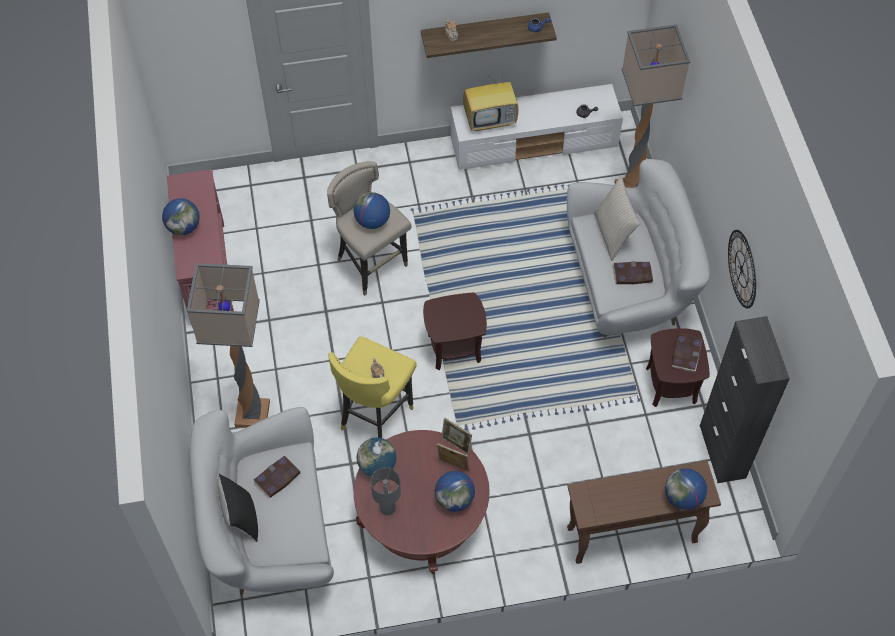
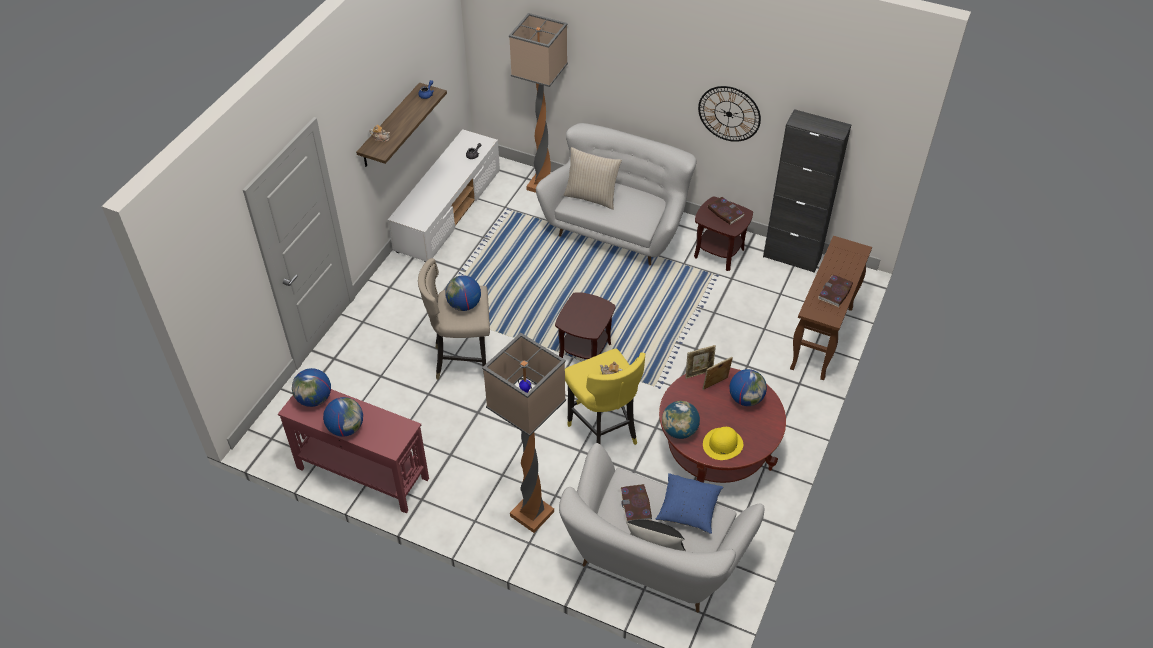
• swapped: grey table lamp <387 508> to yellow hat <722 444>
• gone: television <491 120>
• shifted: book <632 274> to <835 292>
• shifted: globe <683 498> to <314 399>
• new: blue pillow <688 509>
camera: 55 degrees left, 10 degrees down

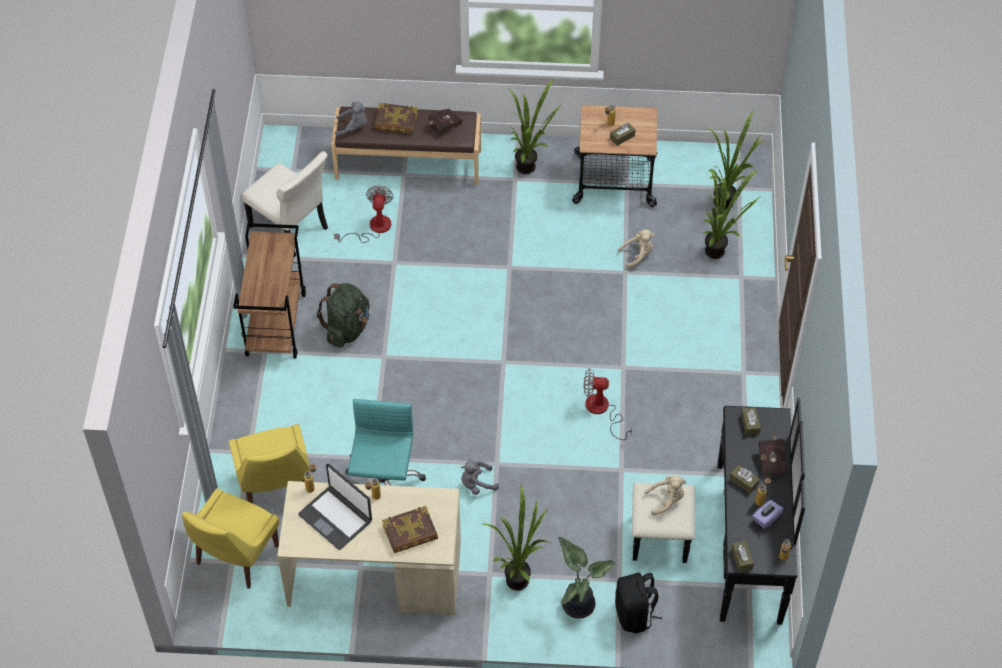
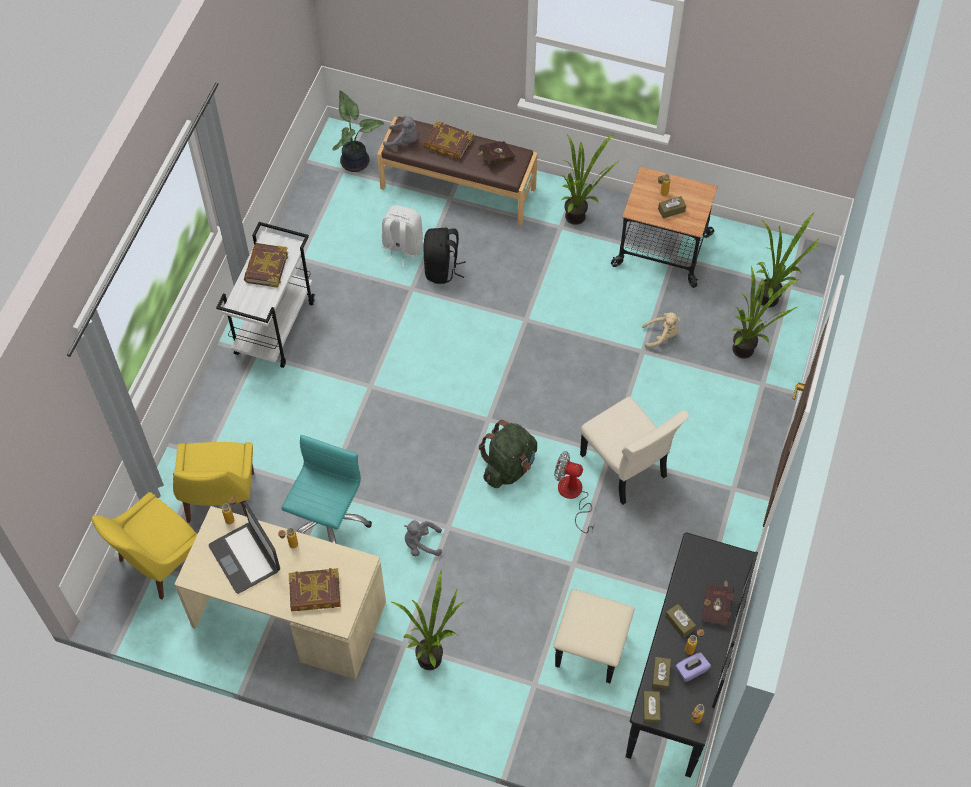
• repainted: brown cart <275 324> to white cart <274 327>
• shifted: beige chair <290 229> to <625 468>
• shifted: green backpack <347 329> to <509 467>
• swapped: fan <373 228> to white backpack <402 248>
• shifted: potted plant <578 603> to <356 161>
• shifted: black backpack <635 614> to <442 269>
• gone: beige plush toy <666 500>
• shifted: brown tissue box <750 424> to <660 676>
• new: book <266 267>
camera: 15 degrees right, 5 degrees up

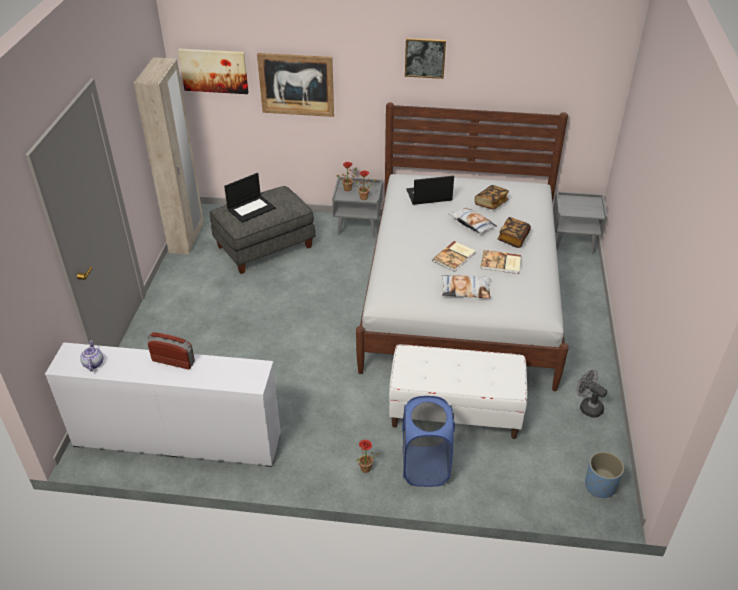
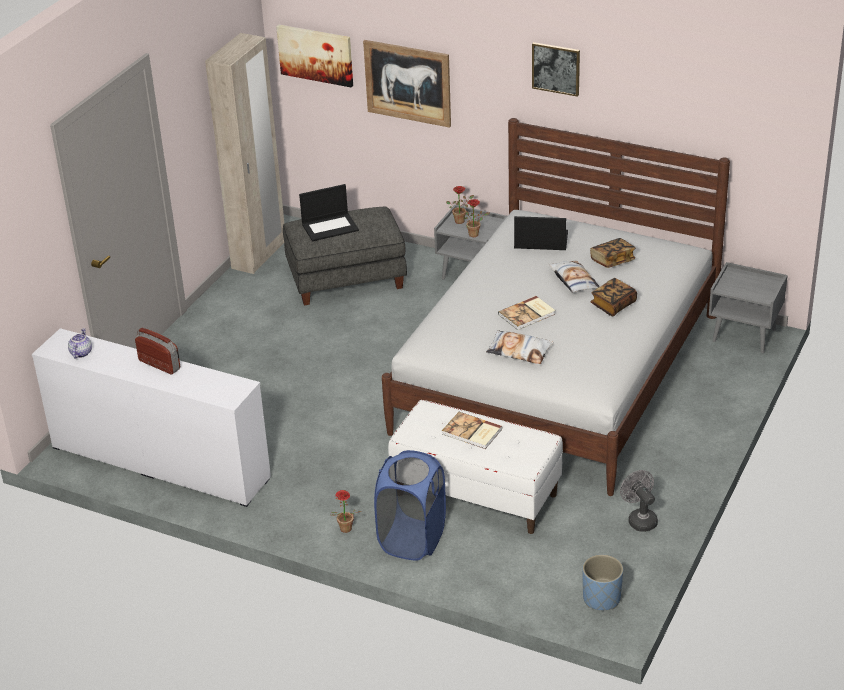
• shifted: book <501 263> to <472 432>
camera: 20 degrees right, 5 degrees down

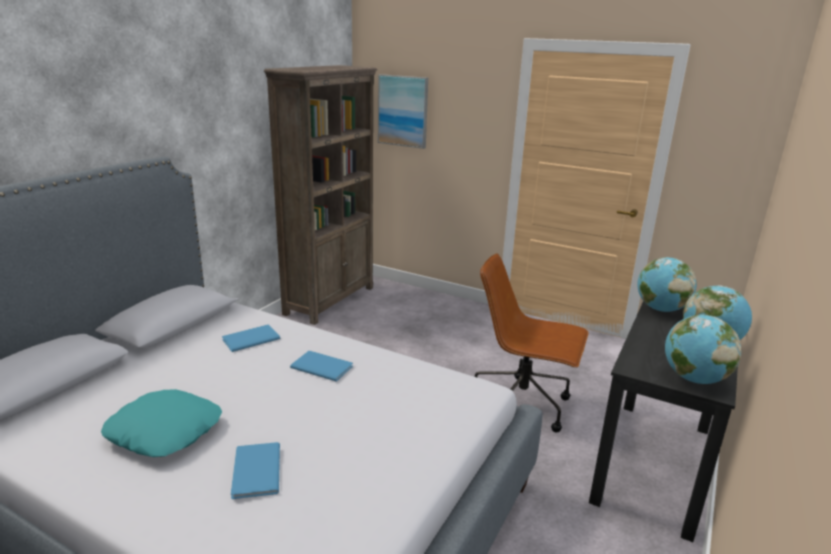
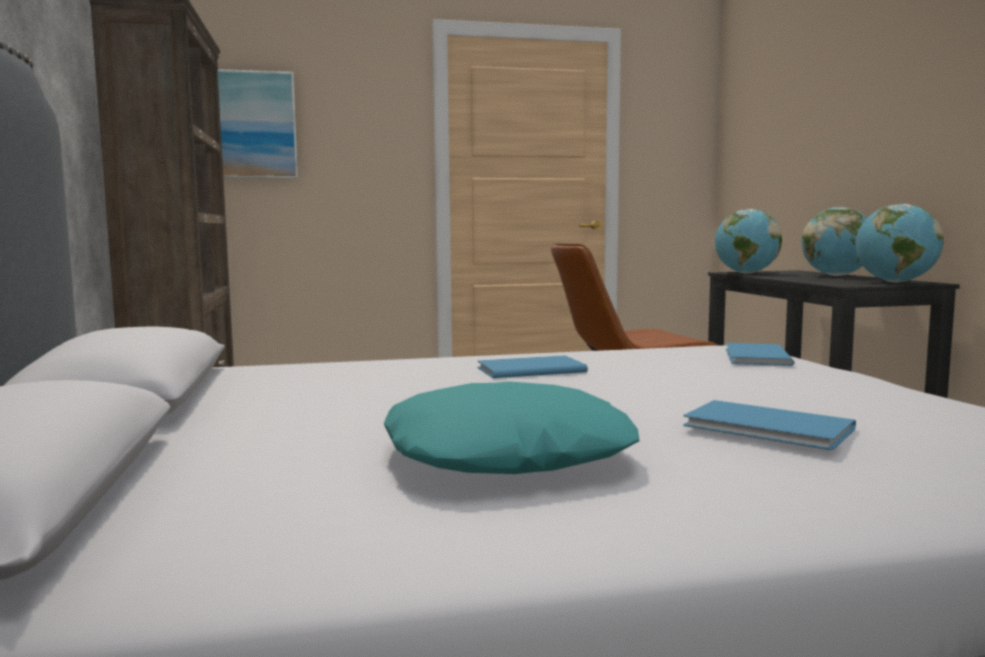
• shifted: blue book <249 339> to <754 357>
camera: 40 degrees left, 15 degrees down

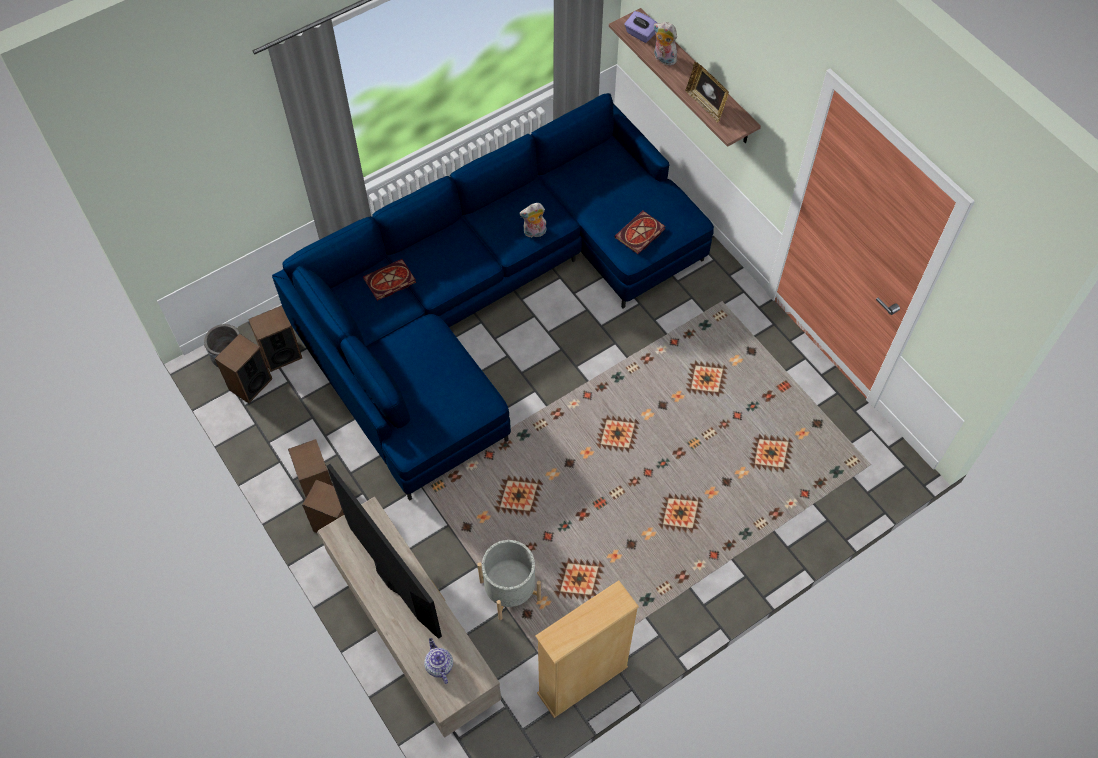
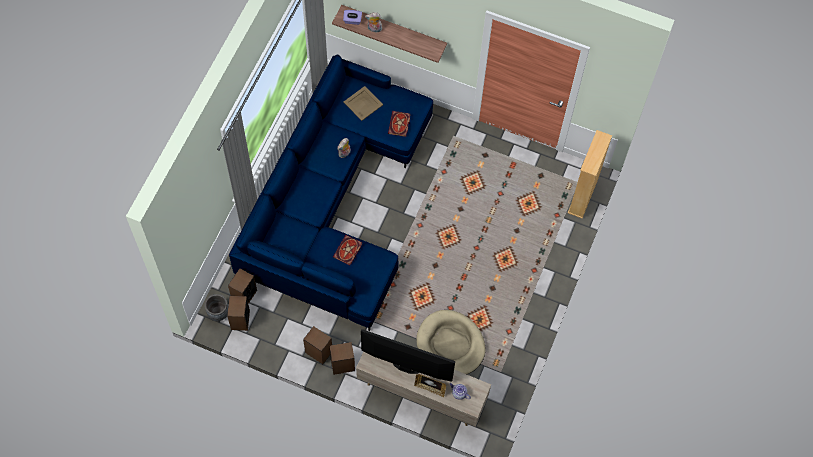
• shifted: book <389 282> to <348 251>
• swapped: grey planter <510 590> to beige dog bed <450 344>
• shifted: beige bookcase <582 680> to <582 196>
• shifted: picture frame <705 105> to <430 388>
• new: beige tray <362 103>
camera: 35 degrees left, 5 degrees up

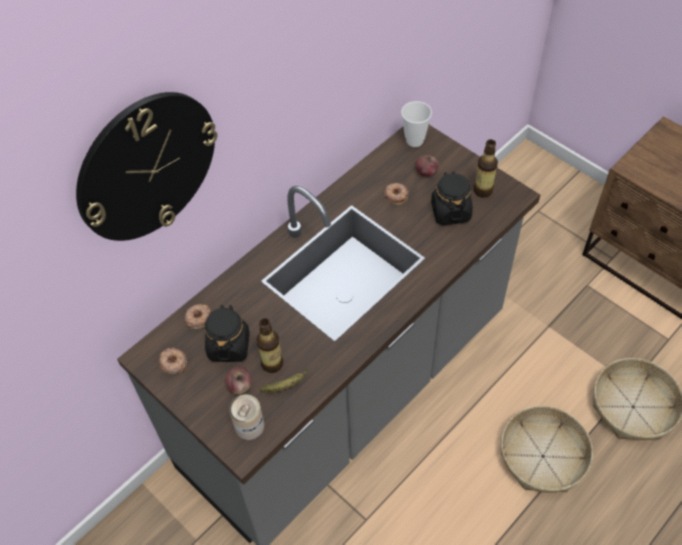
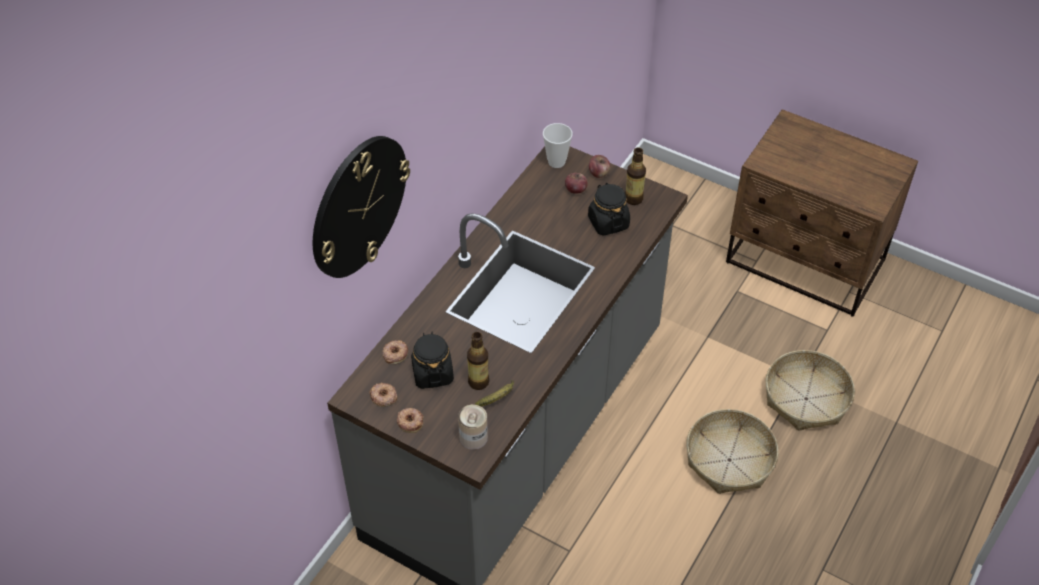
• shifted: apple <240 386> to <599 173>
• shifted: donut <396 195> to <410 421>
camera: 15 degrees left, 5 degrees down

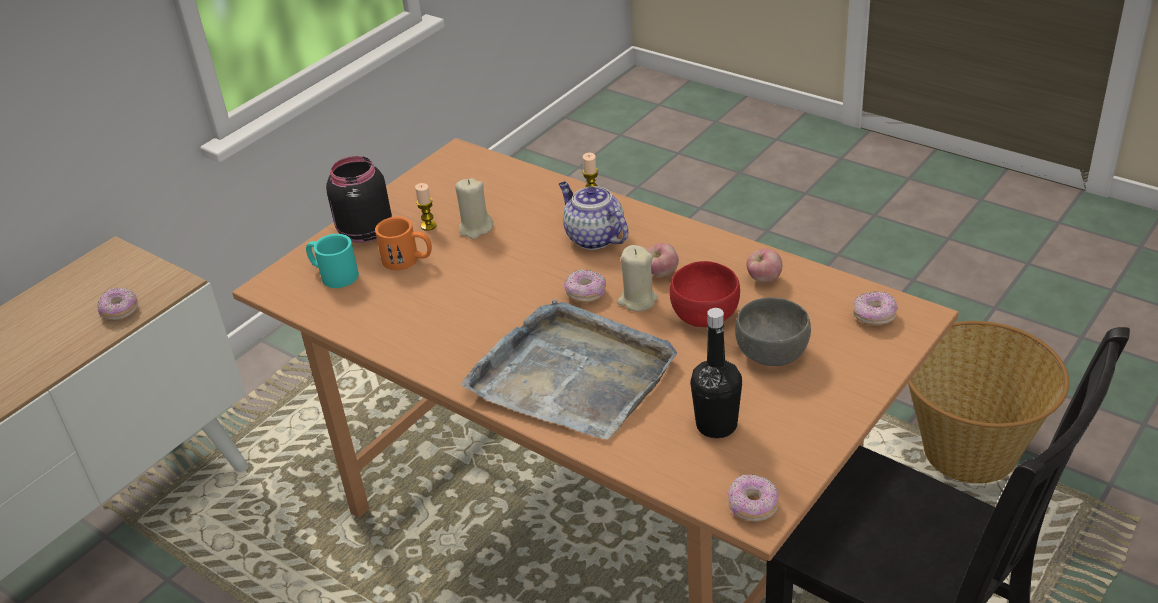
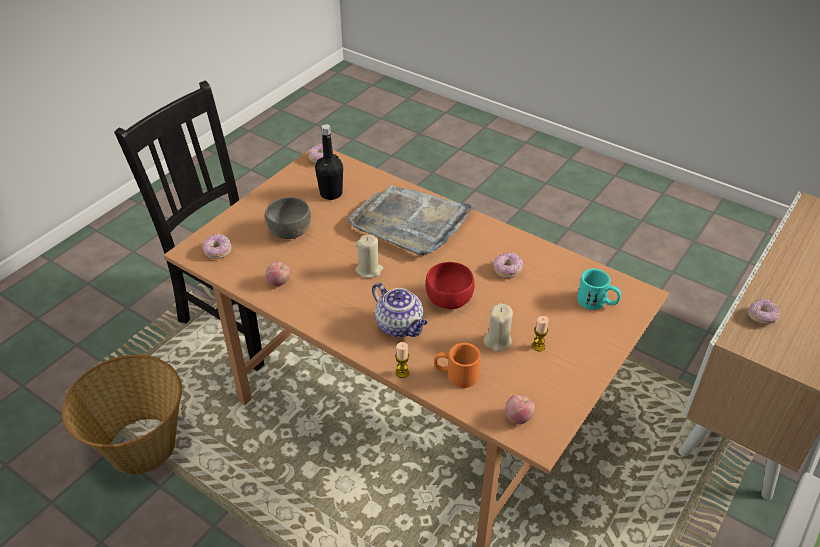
• gone: black jar <364 232>
• shifted: orange mug <408 260> to <456 375>
• shifted: donut <586 294> to <507 270>
• shifted: apple <661 274> to <518 417>
• shifted: red bowl <705 314> to <449 299>
camera: 175 degrees right, 5 degrees up

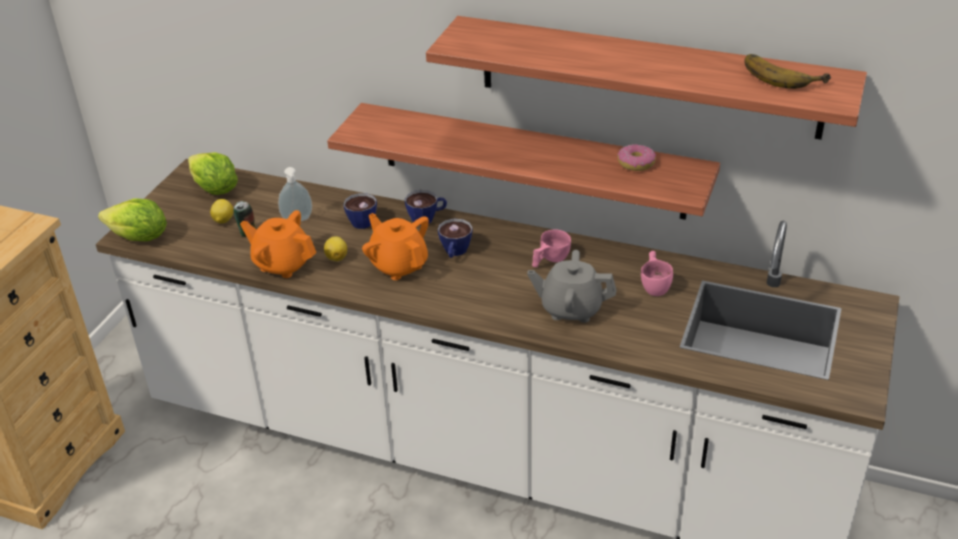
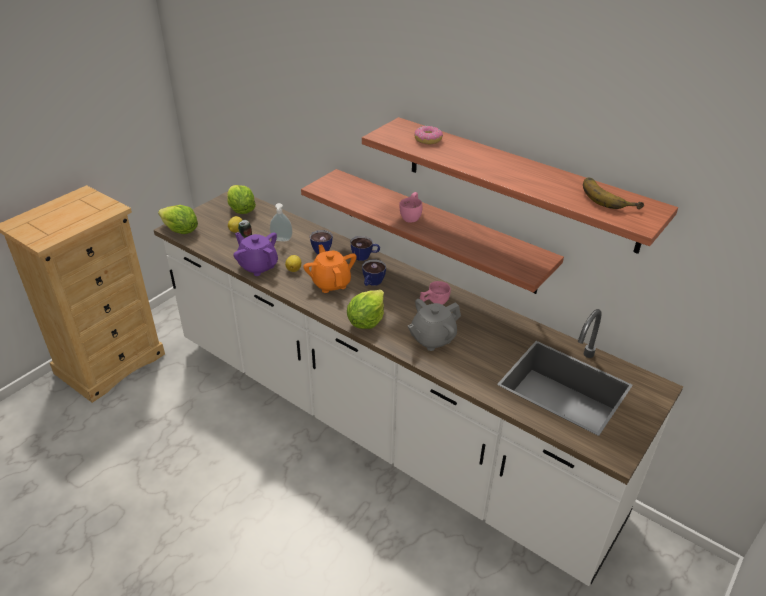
• repainted: orange teapot <282 264> to purple teapot <258 266>
• rotated: grey teapot <571 308> = <432 339> 60 degrees counterclockwise
• shifted: donut <636 163> to <428 140>
• shifted: pink cup <655 285> to <412 216>
• new: lettuce <366 321>
camera: 15 degrees right, 0 degrees up

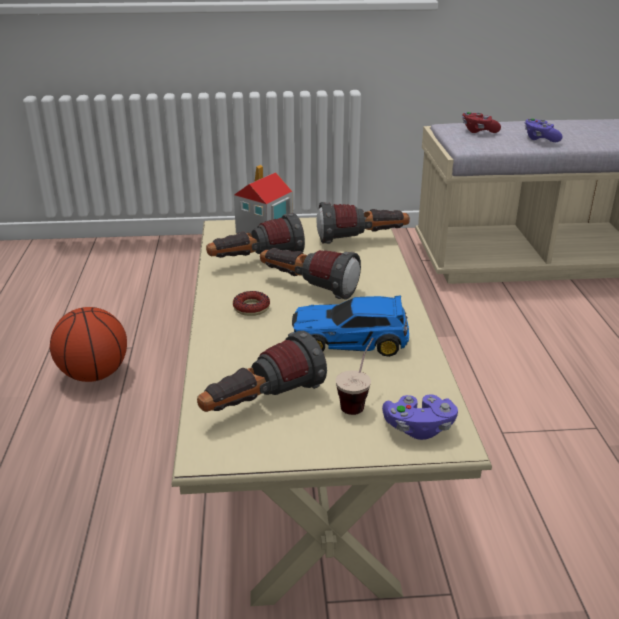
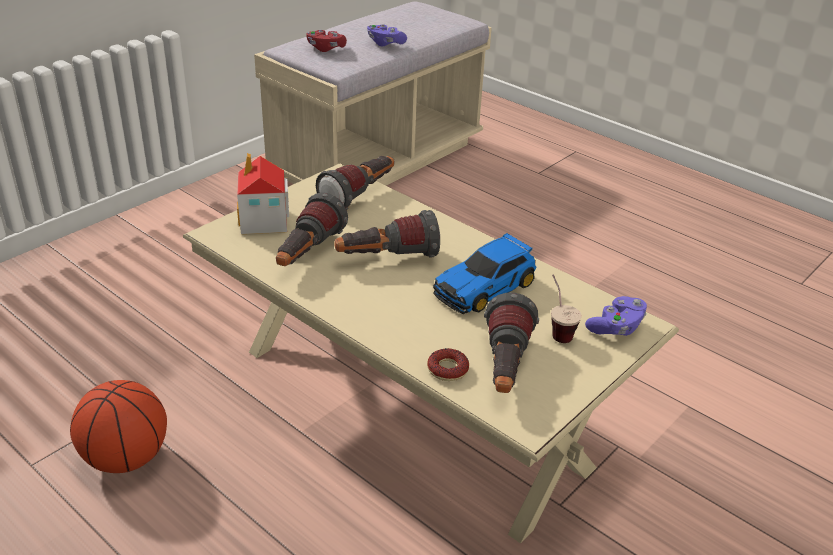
• shifted: donut <251 308> to <447 369>
camera: 45 degrees left, 5 degrees up

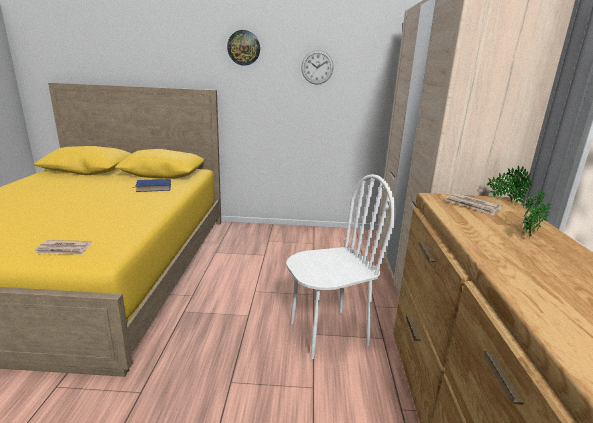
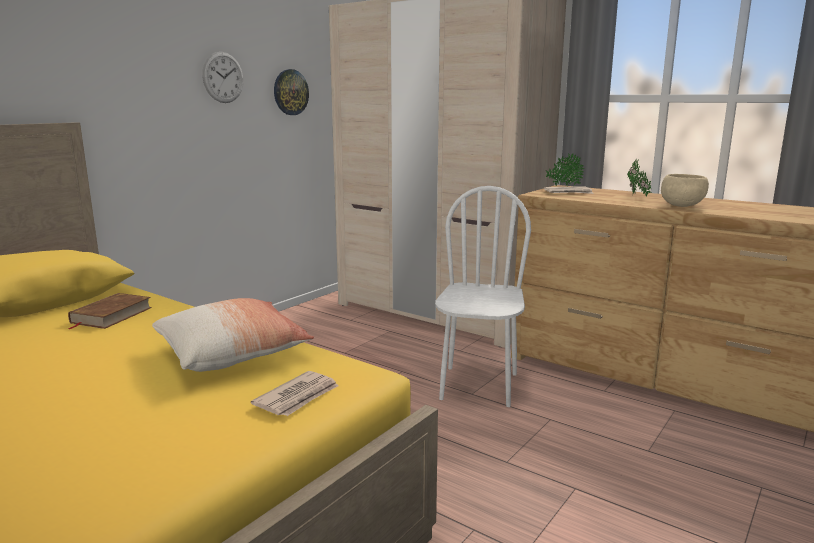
• repainted: blue book <153 188> to brown book <111 315>
• shifted: wall clock <243 48> to <290 92>
• new: pillow <233 353>
• new: beige bowl <682 206>
camera: 55 degrees left, 5 degrees down

